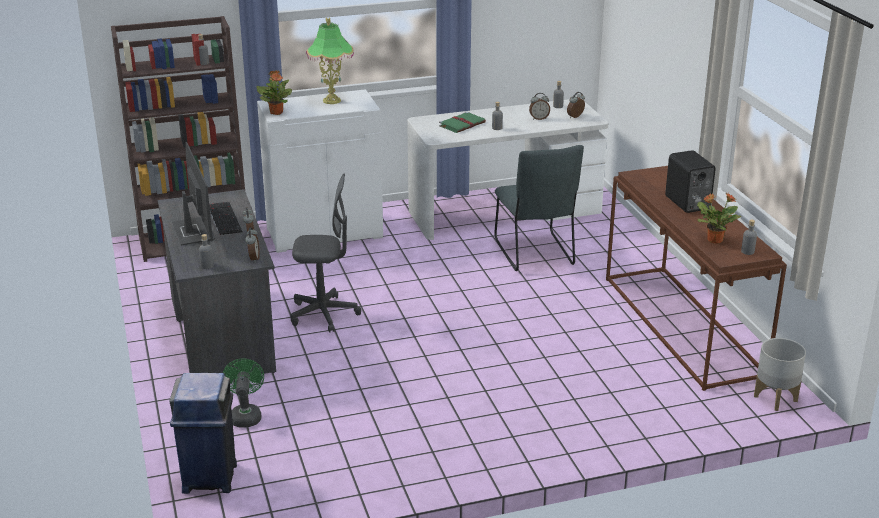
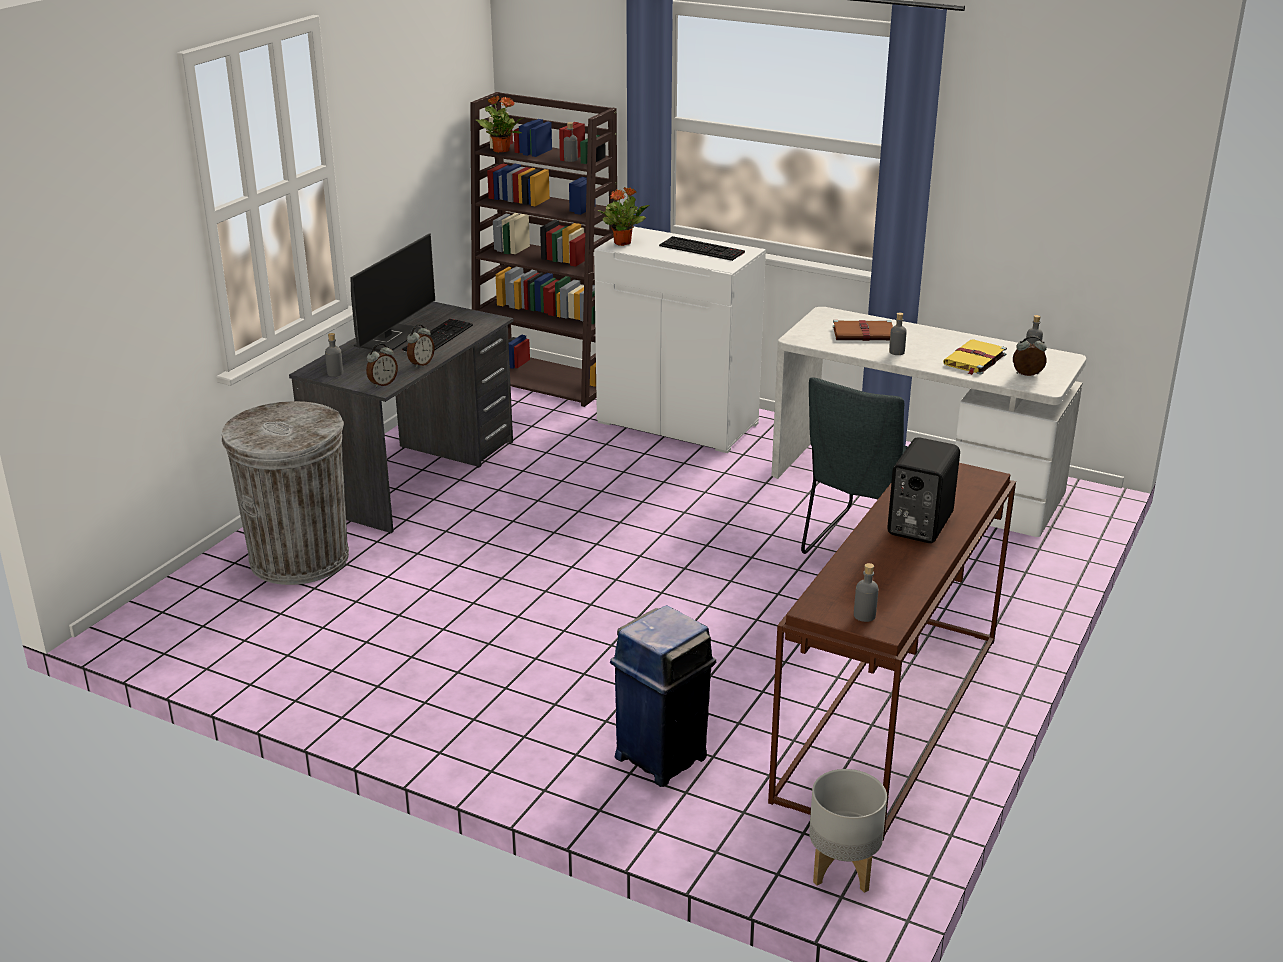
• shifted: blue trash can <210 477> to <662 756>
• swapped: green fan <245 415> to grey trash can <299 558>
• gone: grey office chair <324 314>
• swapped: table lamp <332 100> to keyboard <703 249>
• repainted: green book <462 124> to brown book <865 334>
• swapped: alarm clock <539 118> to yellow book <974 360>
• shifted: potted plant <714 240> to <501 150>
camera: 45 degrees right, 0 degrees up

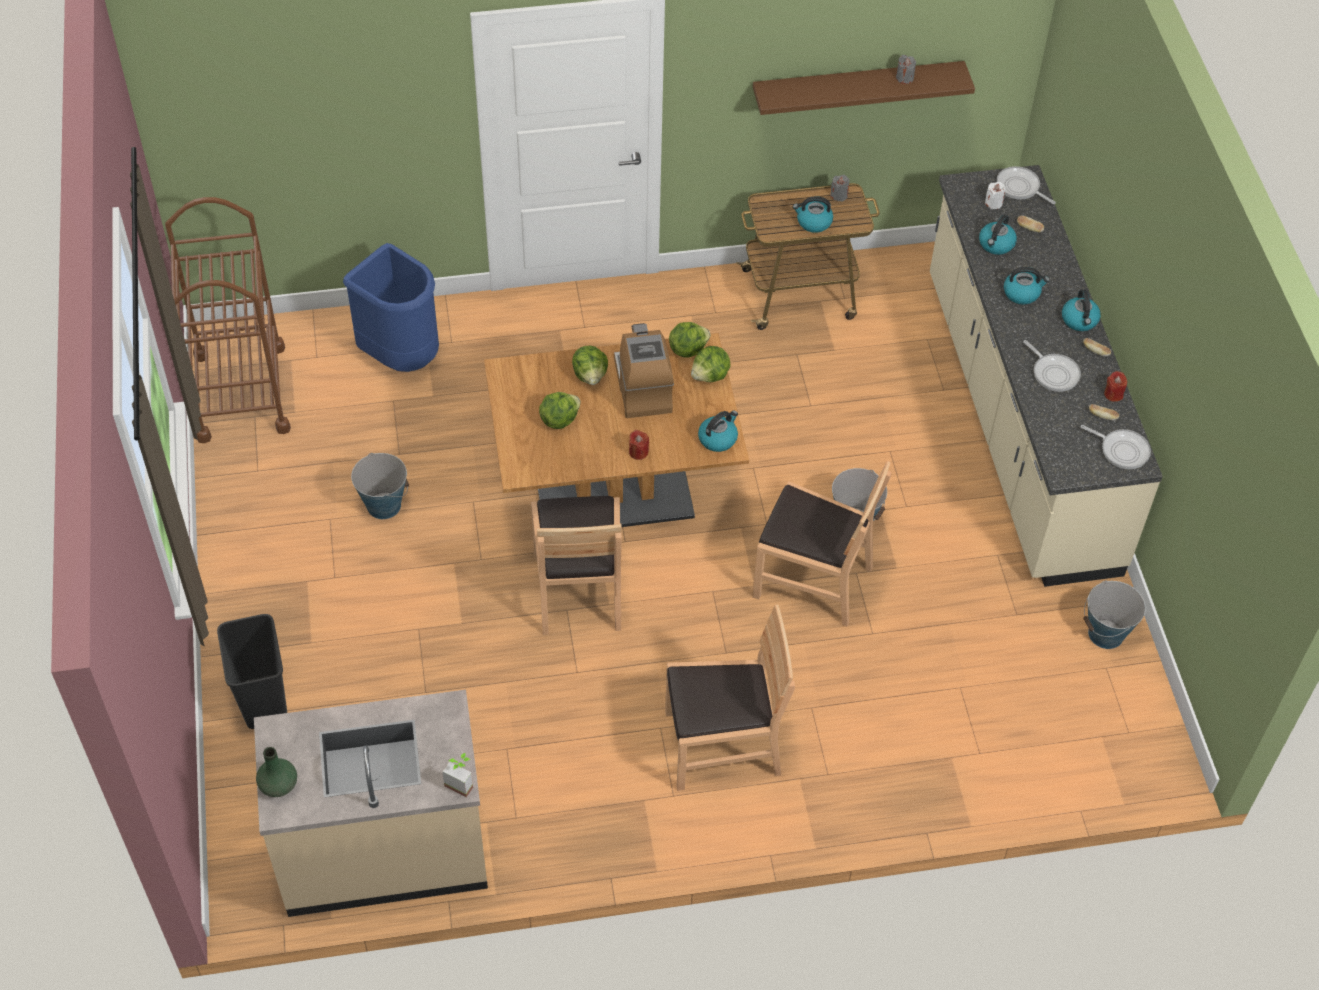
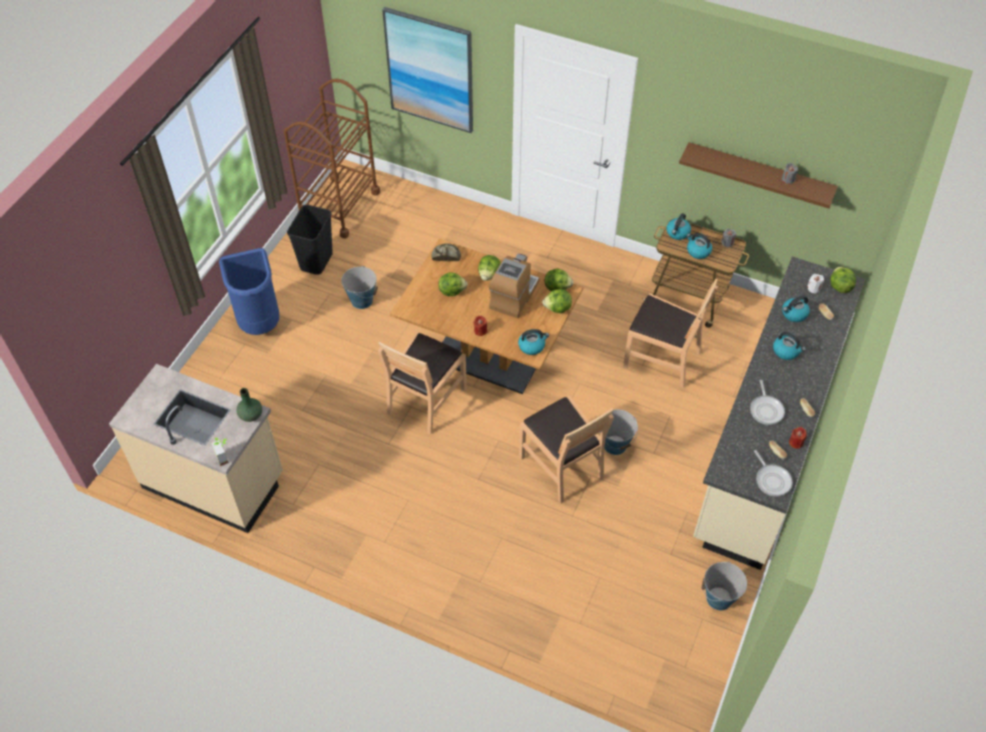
• shifted: black trash can <263 702> to <316 261>
• shifted: green vase <278 785> to <250 415>
• shifted: blue trash can <402 356> to <259 322>
• shifted: brown chair <722 745> to <662 358>
• swapped: frying pan <1020 187> to lettuce <839 287>
• shifted: kettle <1079 320> to <677 233>
• new: picture <430 70>
• new: bread <446 255>
camera: 35 degrees right, 0 degrees up

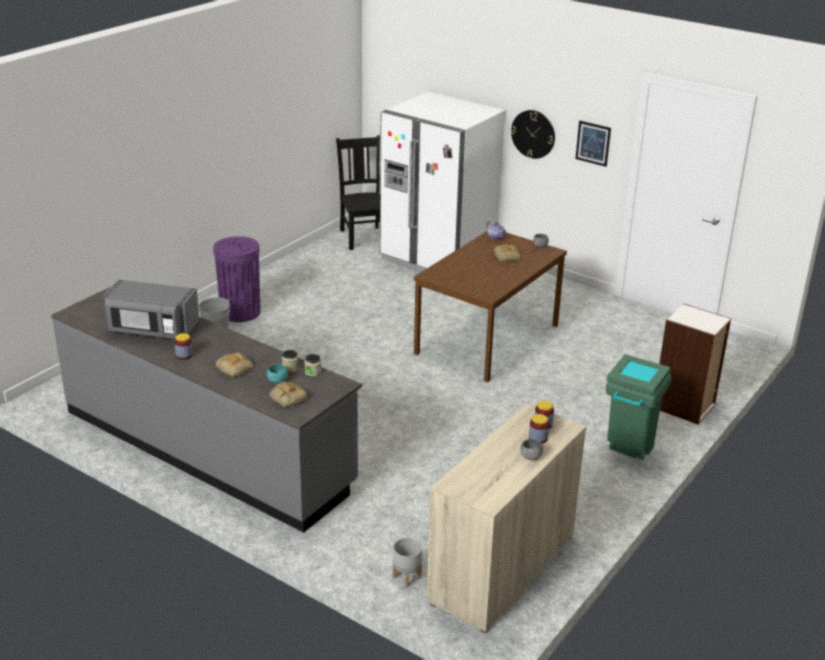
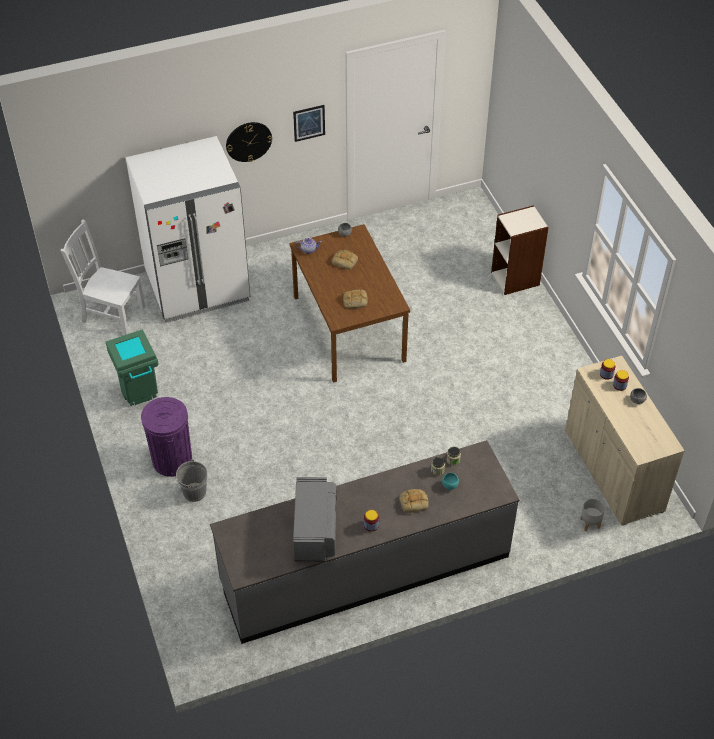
• rotated: grey microwave <152 330> = <315 530> 45 degrees counterclockwise
• shifted: bread <287 397> to <355 301>
• repainted: black chair <363 237> to white chair <111 313>
• shifted: green trash can <628 452> to <141 398>
camera: 55 degrees left, 20 degrees up

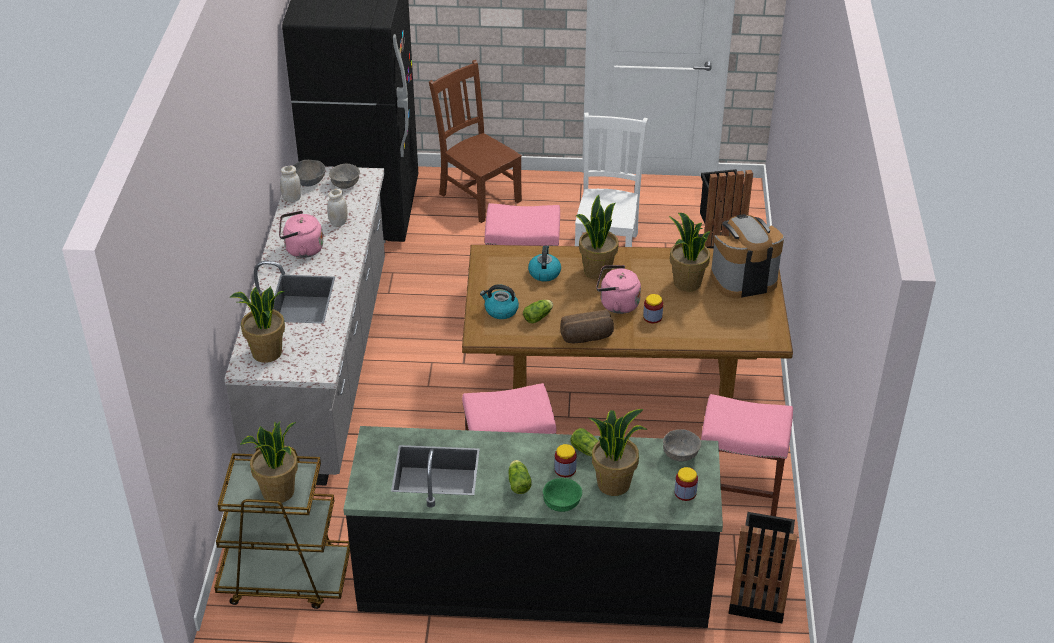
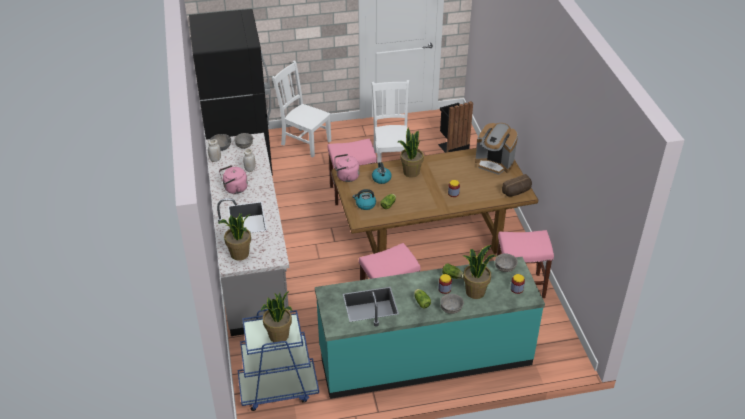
• repainted: brown cart <285 578> to blue cart <278 388>
• repainted: black counter <534 577> to turquoise counter <425 357>
• repainted: brown chair <478 196> to white chair <304 142>
• repainted: green bowl <561 504> to grey bowl <451 309>
• shifted: bread <587 338> to <517 192>
• shifted: pink kettle <616 304> to <346 177>
• gone: potted plant <686 283>
• rotated: coffee machine <743 279> = <494 163> 120 degrees counterclockwise
• gone: black trash can <757 597>
camera: 15 degrees left, 0 degrees up

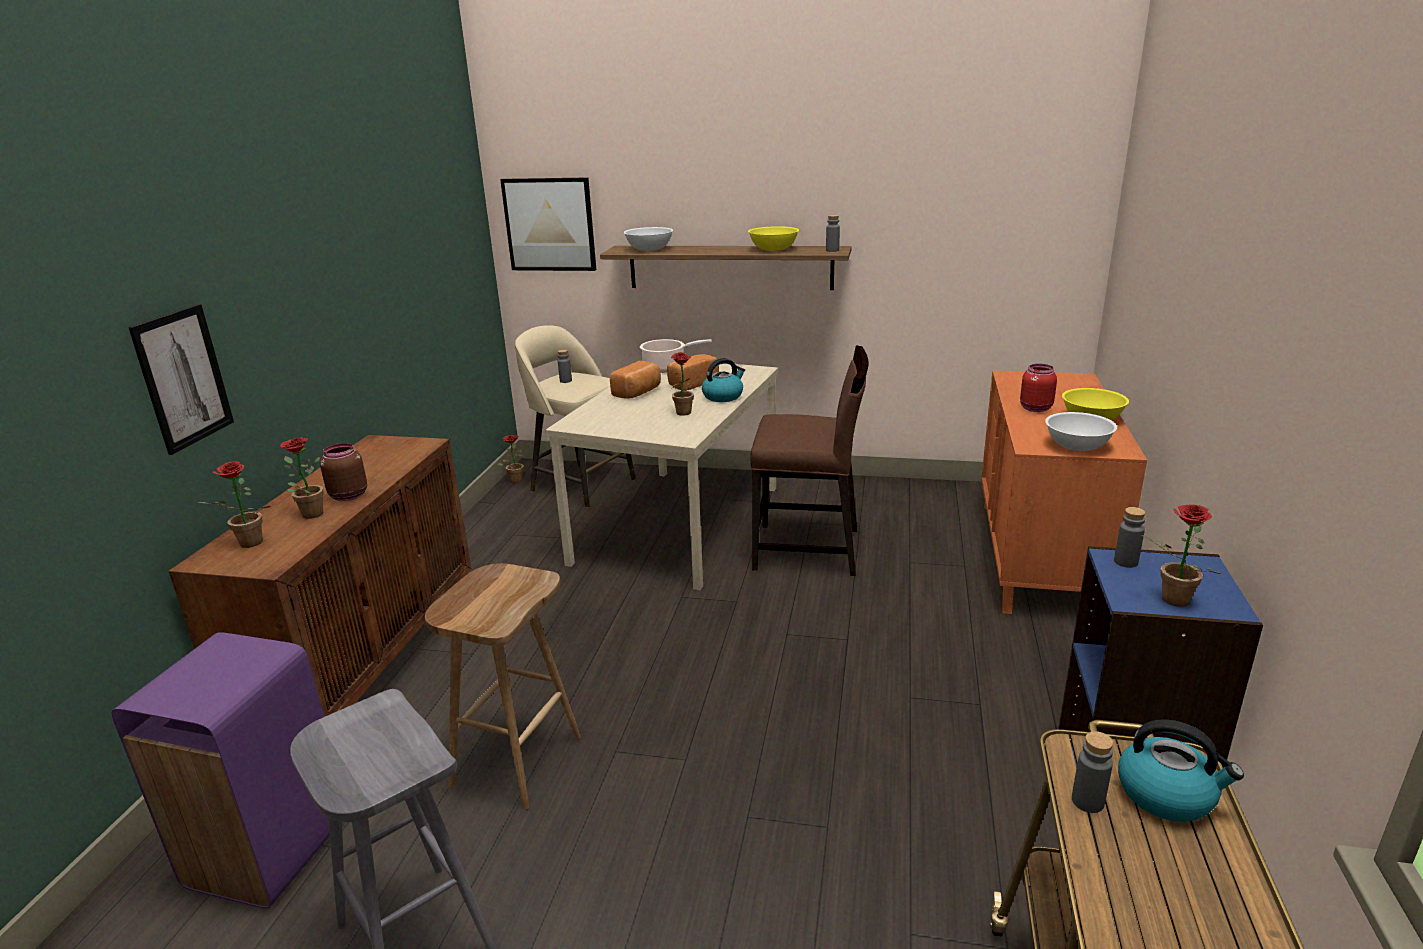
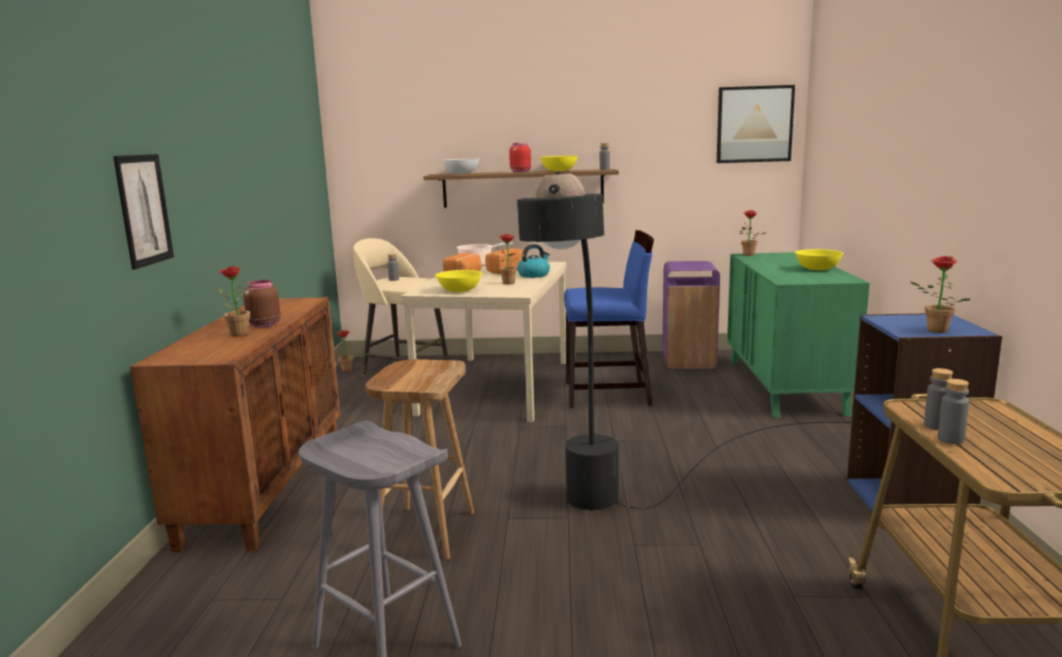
• shifted: purple trash can <271 850> to <689 361>
• shifted: potted plant <247 545> to <748 255>
• shifted: picture <549 224> to <754 124>
• repainted: brown chair <808 550> to blue chair <608 394>
• repainted: orange dresser <1039 557> to green dresser <784 386>
• shifted: red jar <1034 408> to <520 172>
• gone: white bowl <1077 446>
• shifted: grey bottle <1125 562> to <950 439>
• gone: kettle <1167 794>
• new: yellow bowl <459 290>
• new: black floor lamp <620 532>
camera: 10 degrees left, 10 degrees down

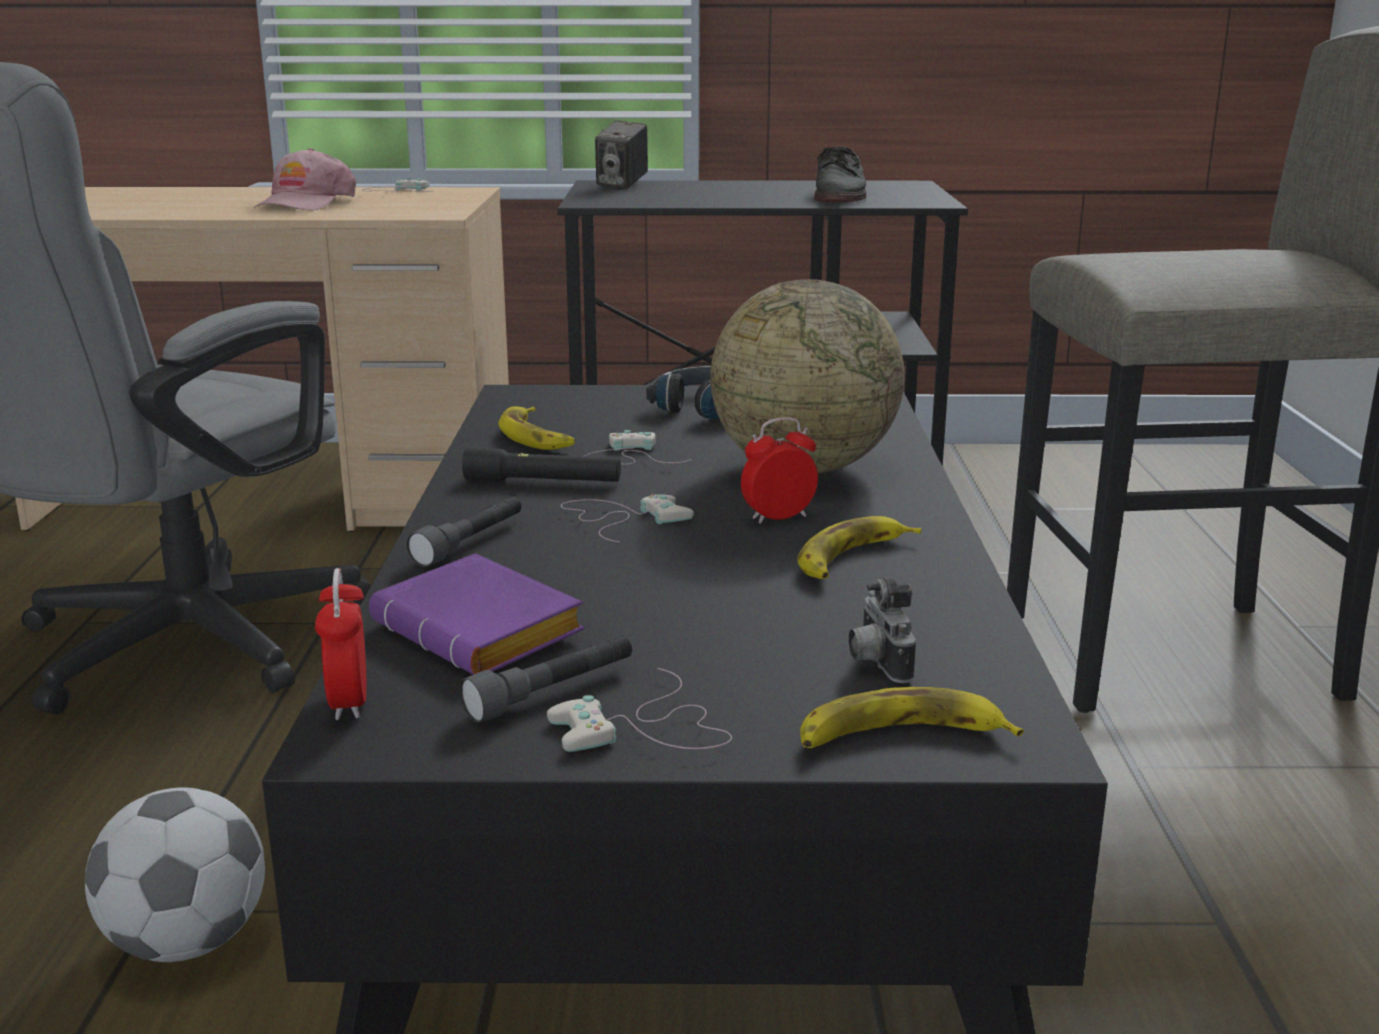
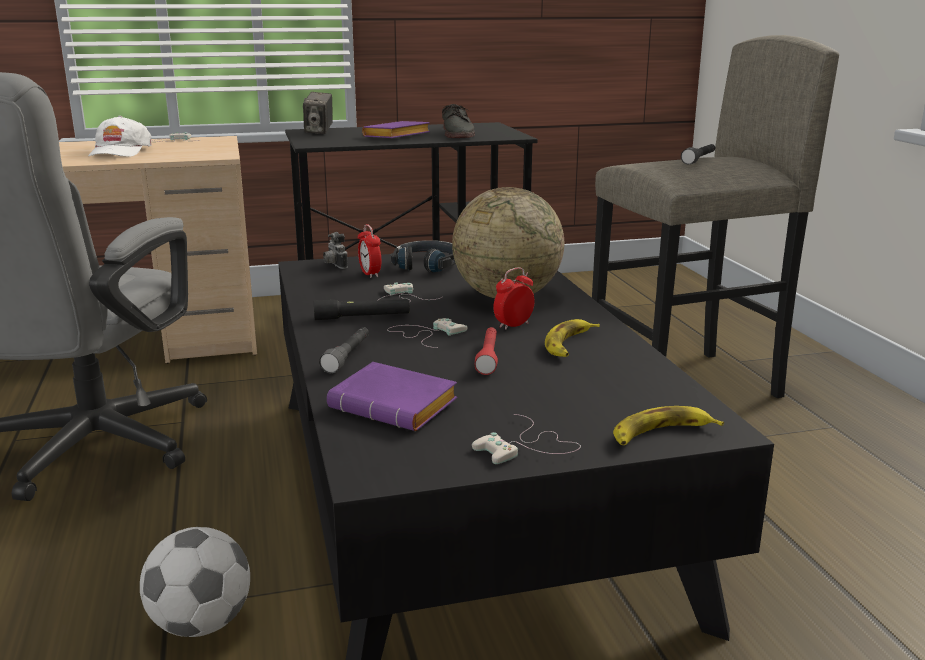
• repainted: pink cap <305 203> to white cap <120 152>
• shifted: alarm clock <349 703> to <370 274>
• shifted: grey flashlight <552 693> to <699 160>
• gone: banana <536 437>
• shifted: photo camera <876 663> to <334 265>
• new: purple book <396 136>
• new: red flashlight <488 358>
camera: 15 degrees left, 0 degrees up

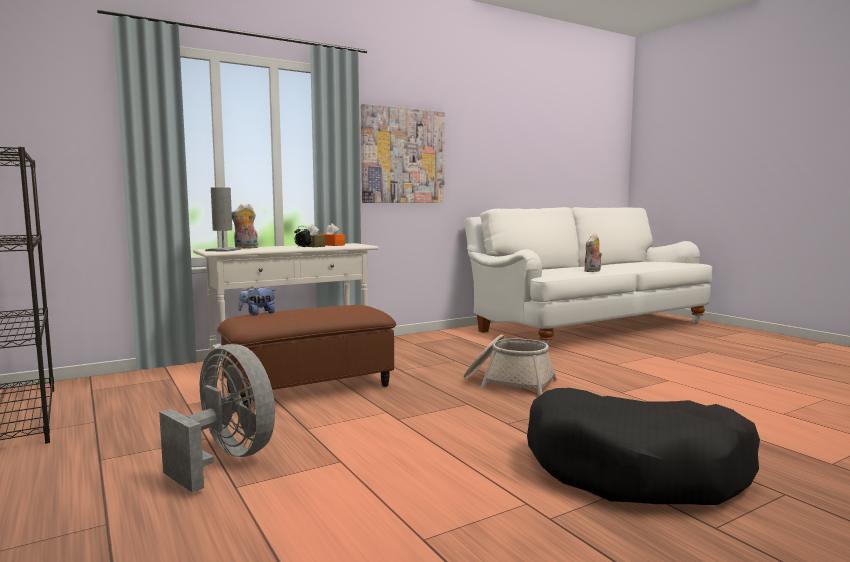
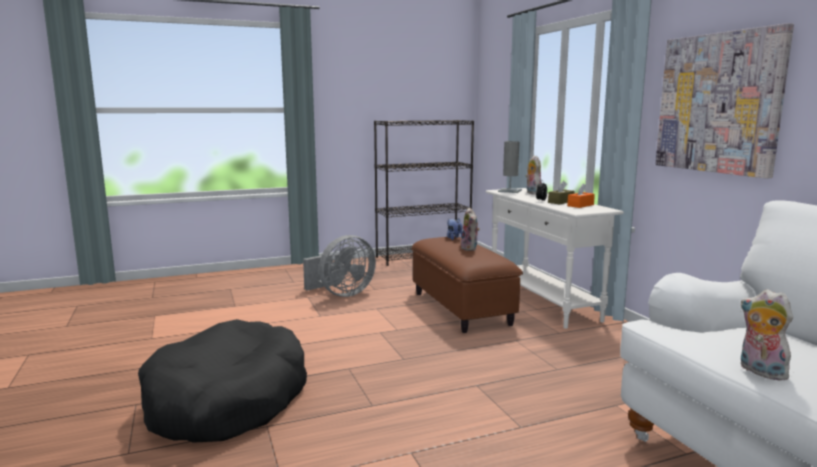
• gone: basket <508 382>
• new: plush toy <470 248>
camera: 100 degrees right, 5 degrees up

